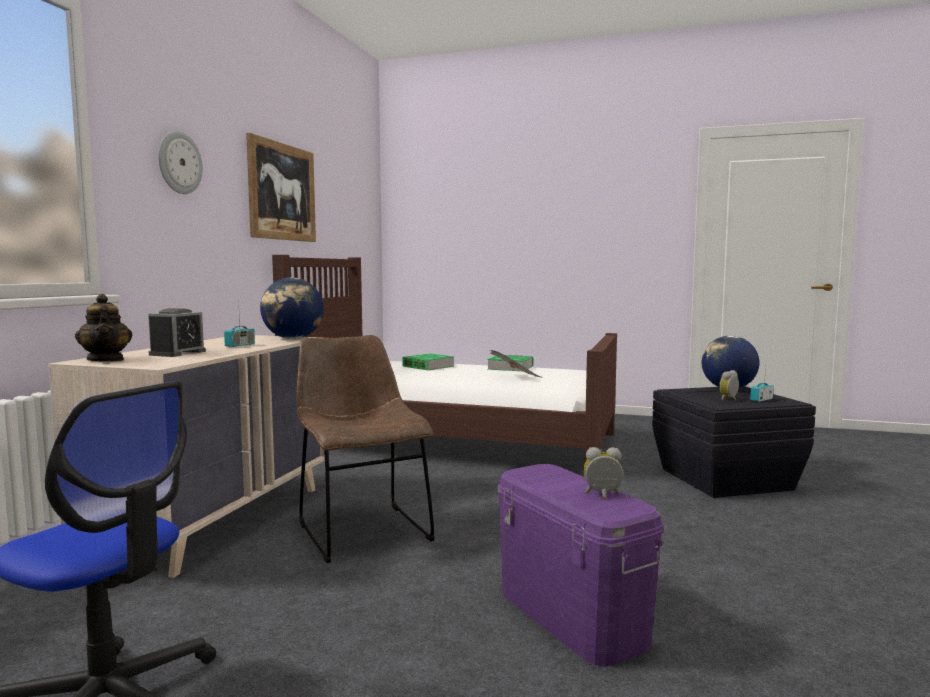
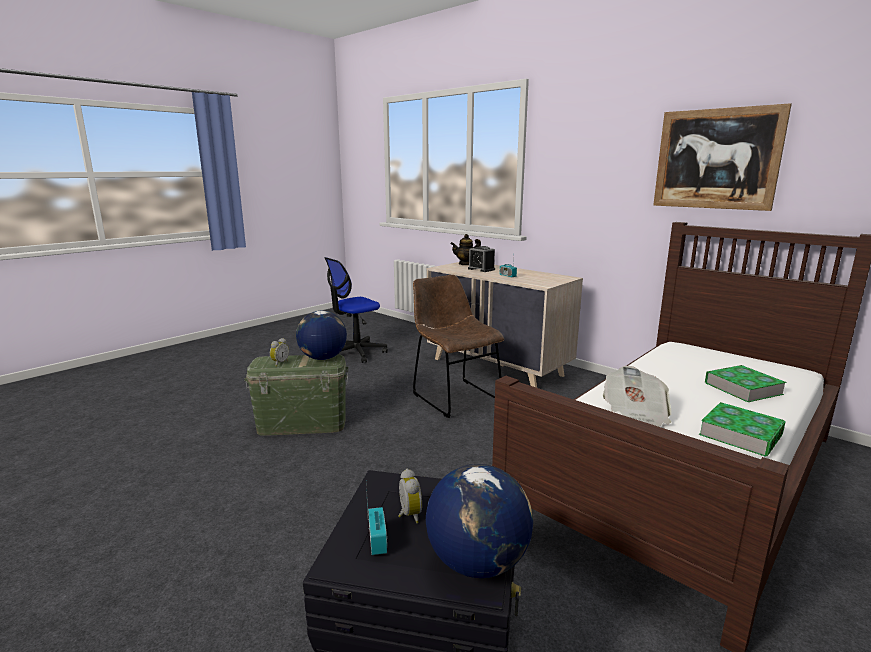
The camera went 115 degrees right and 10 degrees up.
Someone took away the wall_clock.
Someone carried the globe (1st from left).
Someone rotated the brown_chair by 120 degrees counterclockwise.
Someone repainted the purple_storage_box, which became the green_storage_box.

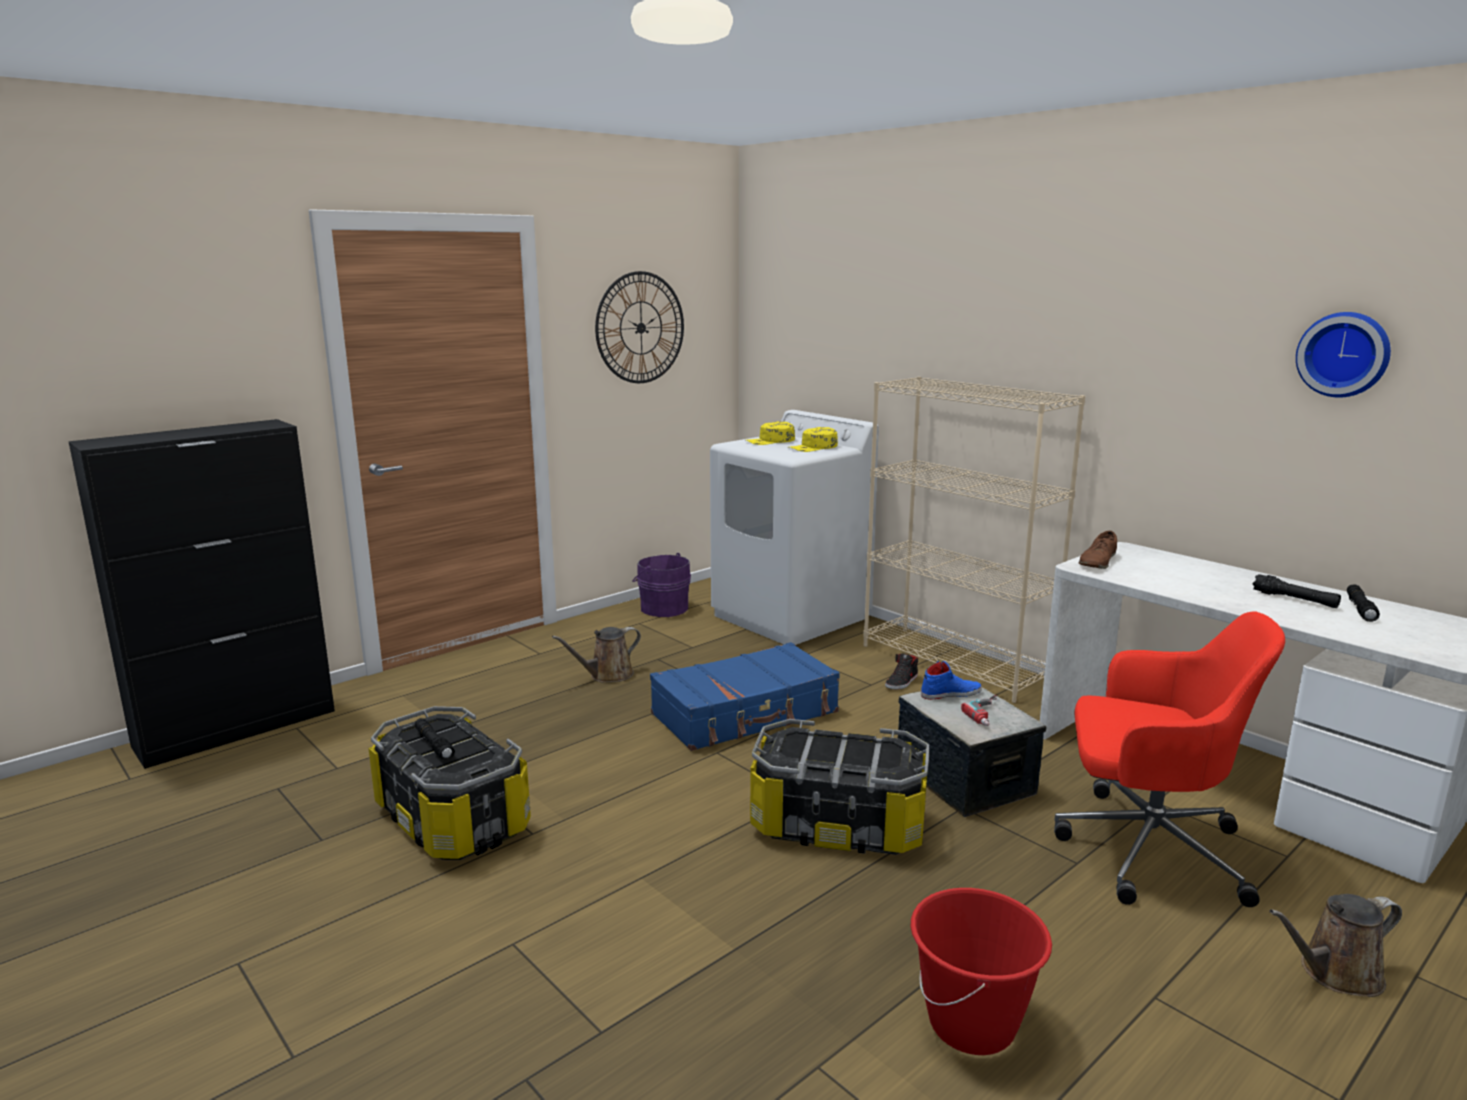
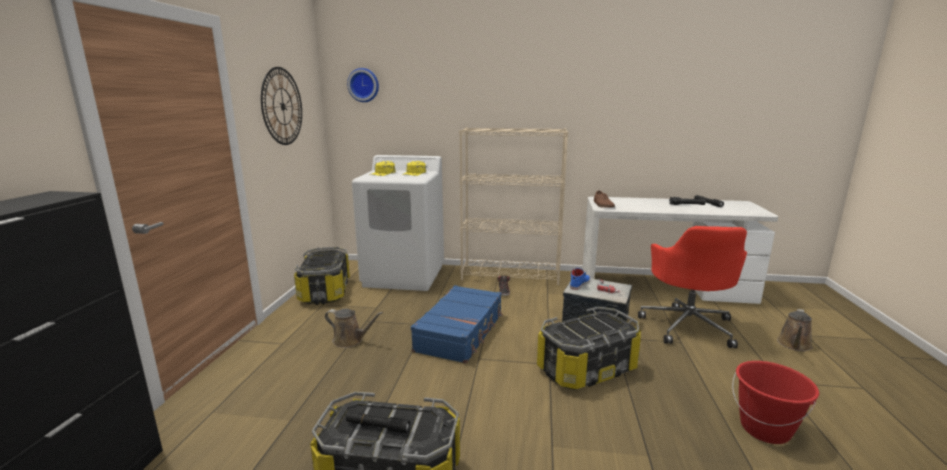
The camera went 40 degrees left and 0 degrees up.
Someone carried the wall_clock (2nd from left).
Someone swapped the purple_bucket for the storage_box (1st from left).
Someone rotated the red_office_chair by 120 degrees clockwise.
Someone rotated the brown_watering_can (1st from left) by 90 degrees counterclockwise.

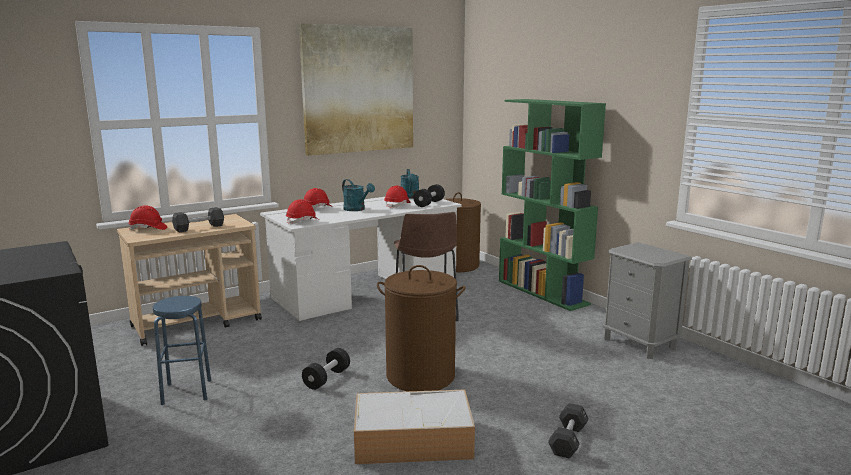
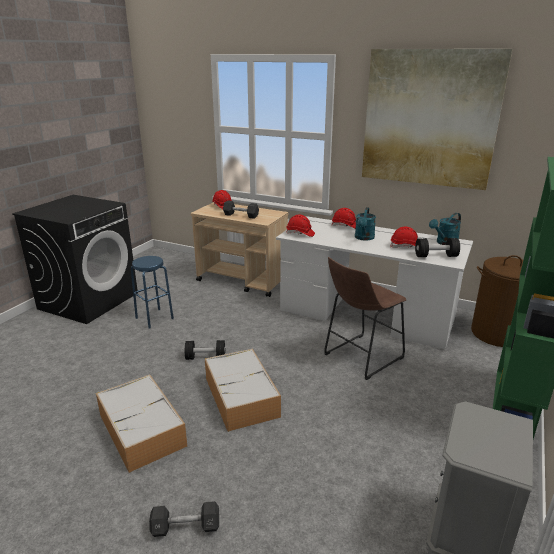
The camera went 60 degrees right and 10 degrees up.
Someone swapped the brown_laundry_basket (1st from left) for the storage_box (2nd from left).

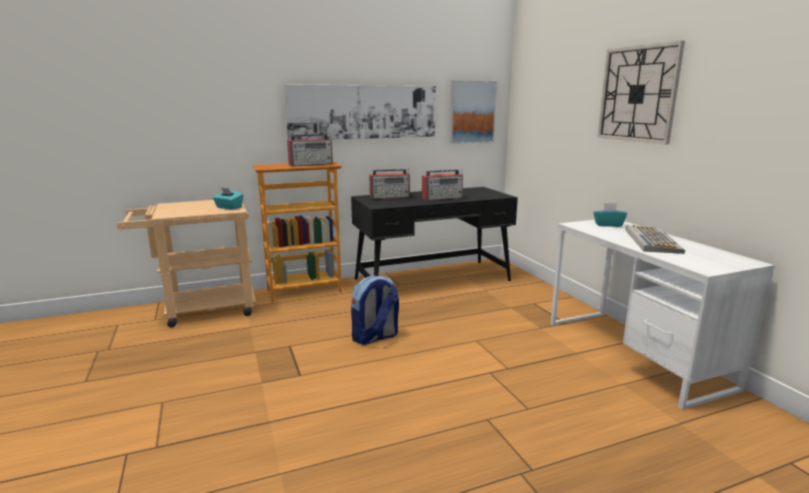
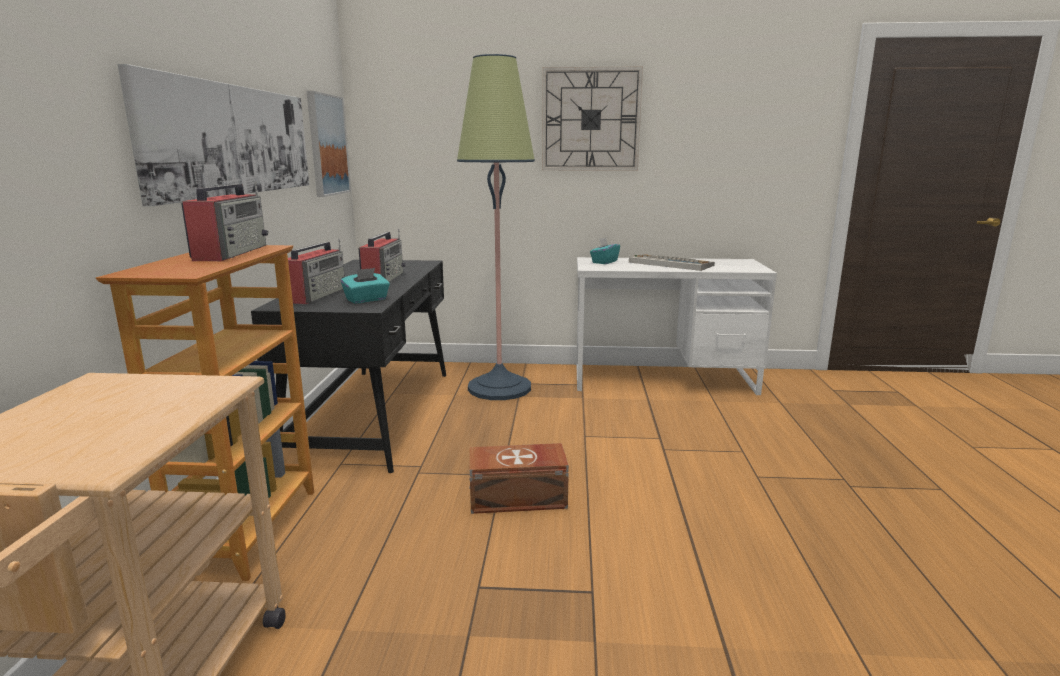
The camera went 65 degrees left and 0 degrees up.
Someone carried the turquoise_tissue_box (1st from left).
Someone swapped the backpack for the brown_storage_box.
Someone put down the floor_lamp.

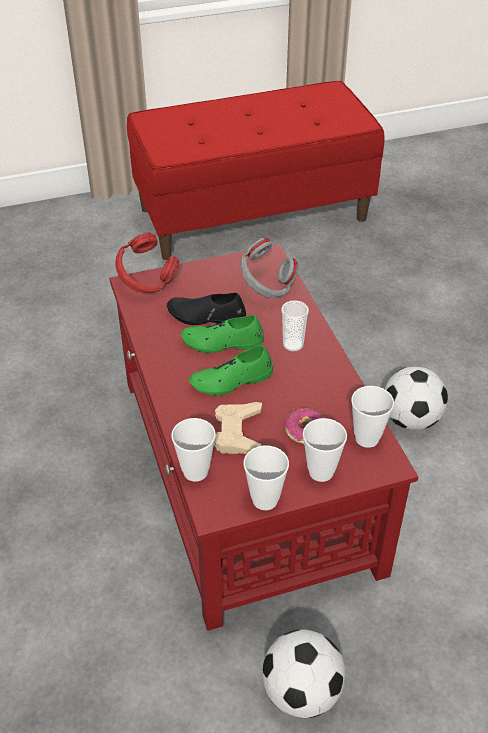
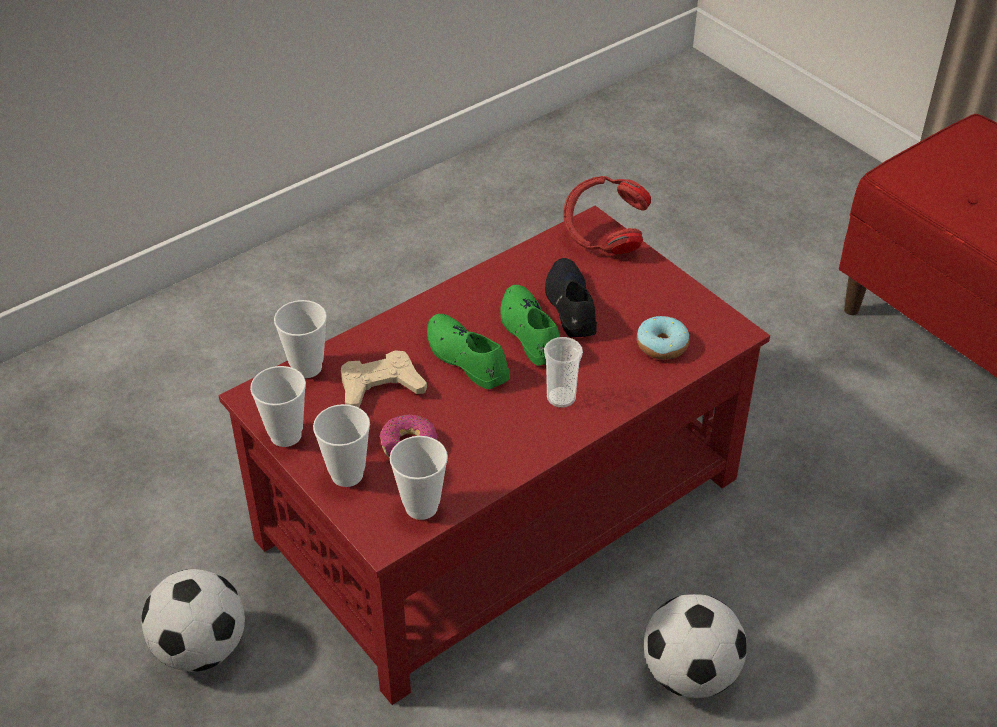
The camera went 70 degrees right and 0 degrees up.
Someone swapped the grey_headphones for the donut (2nd from left).

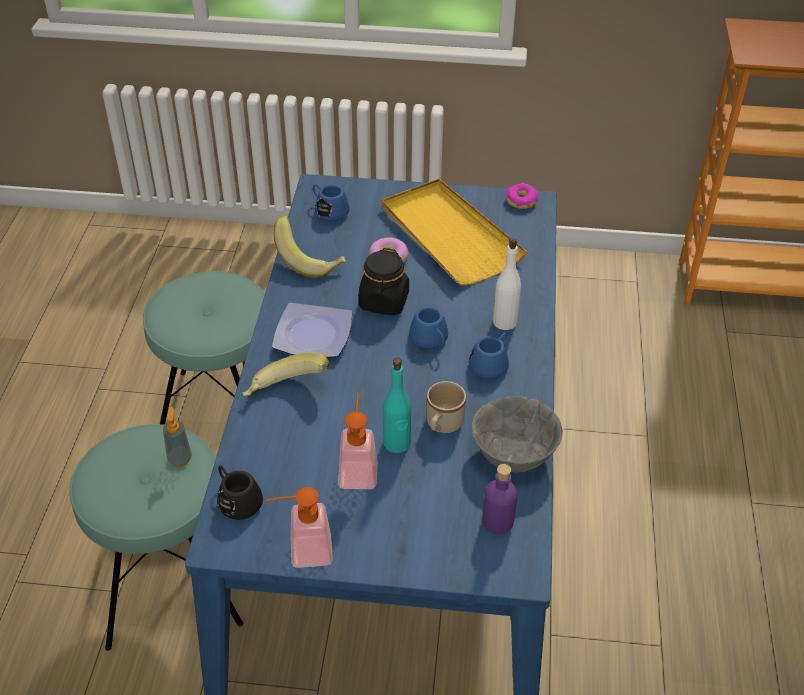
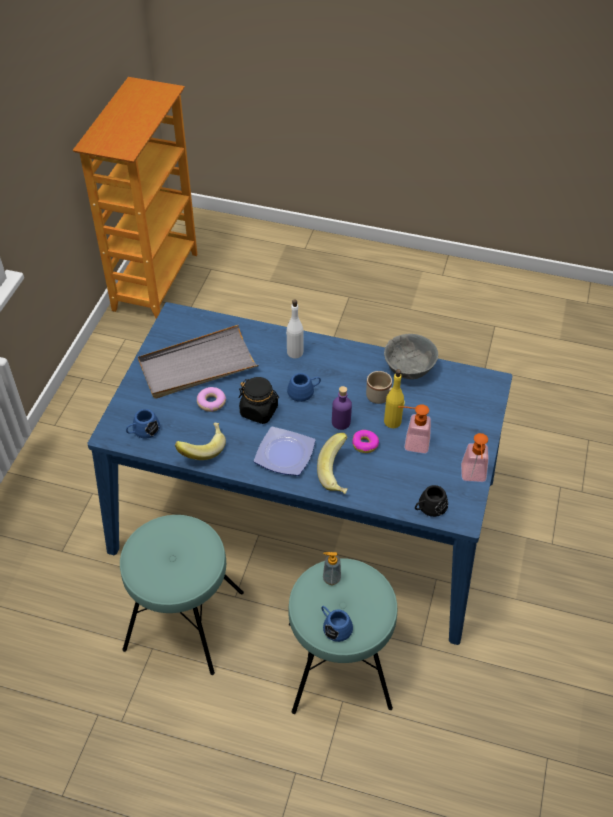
The camera went 80 degrees left and 5 degrees up.
Someone repainted the yellow_tray, which became the grey_tray.
Someone carried the donut (2nd from left).
Someone carried the blue_mug (3rd from left).
Someone repainted the turquoise_bottle, which became the yellow_bottle.
Someone carried the purple_bottle.

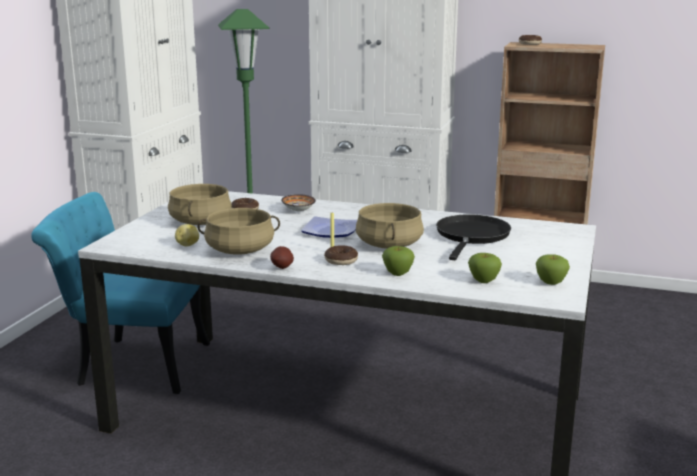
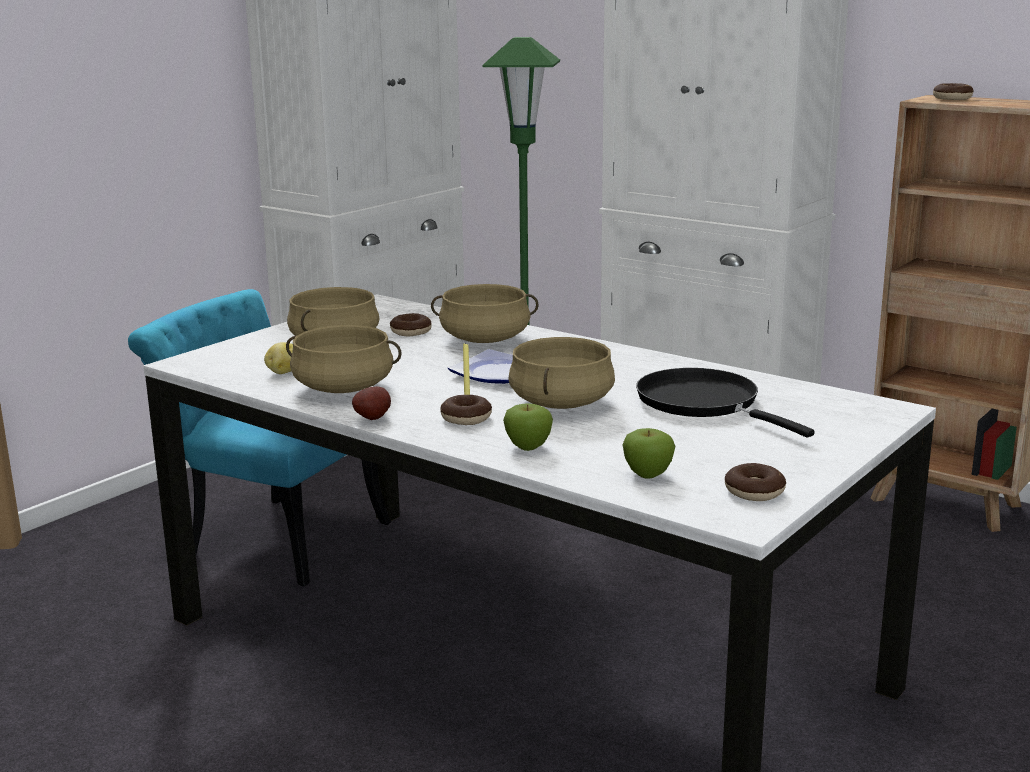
The camera went 20 degrees right and 0 degrees up.
Someone swapped the bowl for the beige_cooking_pot (3rd from left).
Someone rotated the black_frying_pan by 75 degrees counterclockwise.
Someone swapped the apple (3rd from left) for the donut (3rd from left).

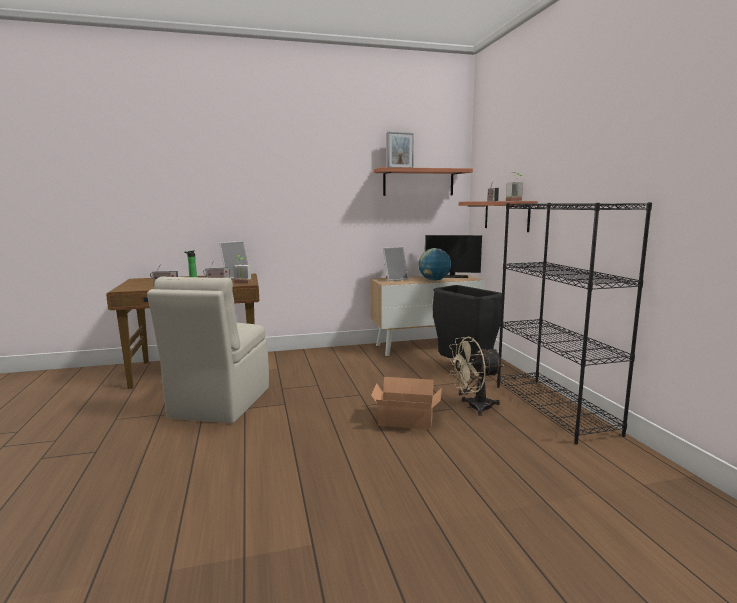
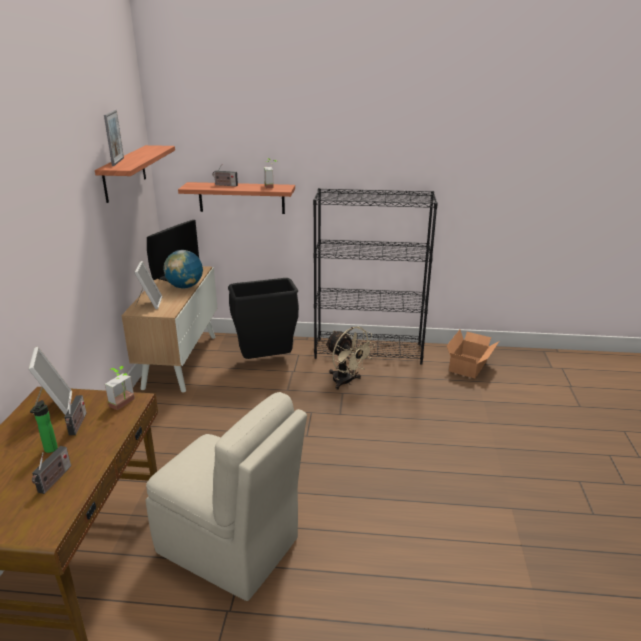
The camera went 70 degrees left and 15 degrees up.
Someone rotated the beige_fan by 45 degrees counterclockwise.
Someone carried the cardboard_box.

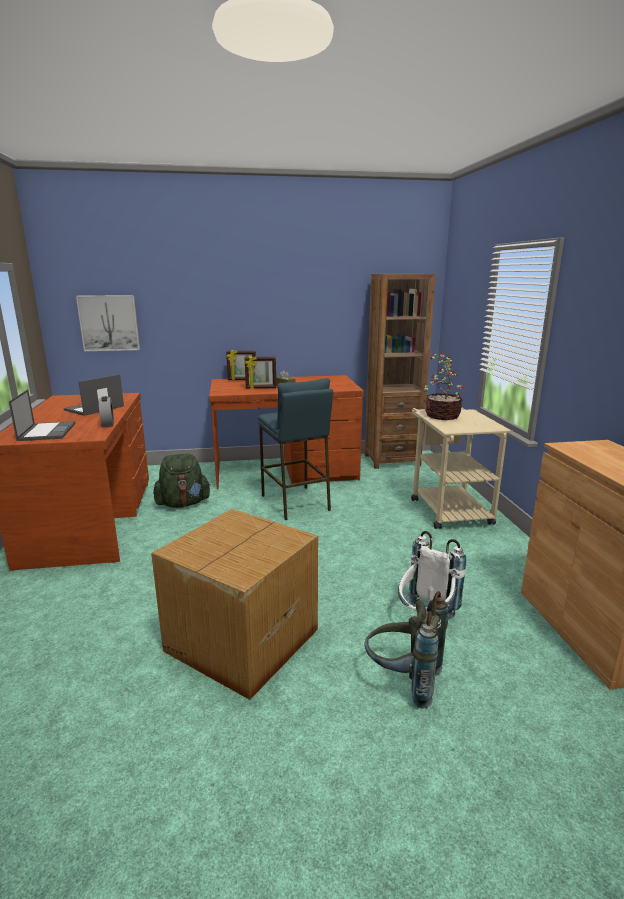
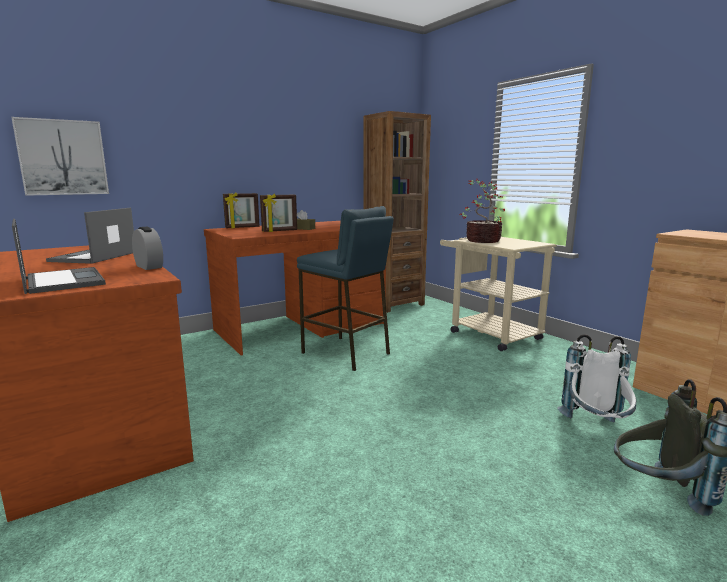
The camera went 25 degrees left and 5 degrees down.
Someone took away the green_backpack.
Someone took away the cardboard_box.

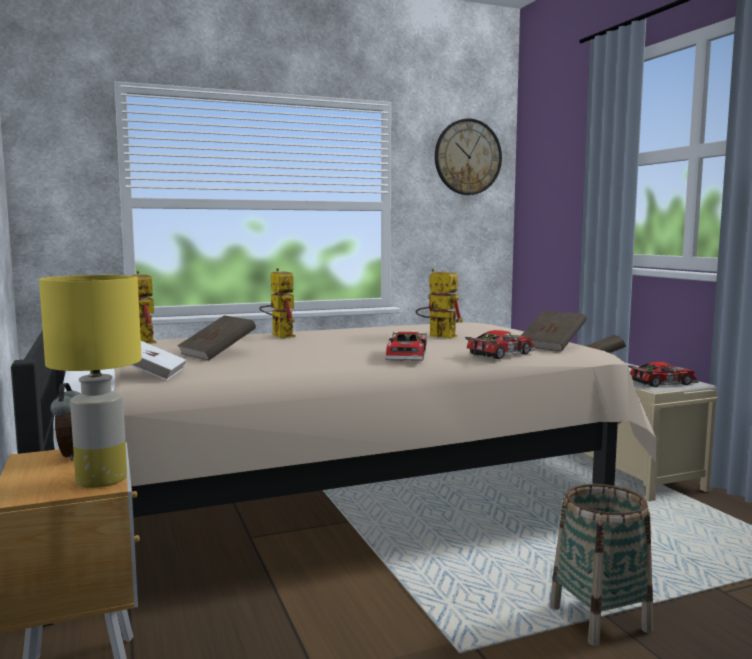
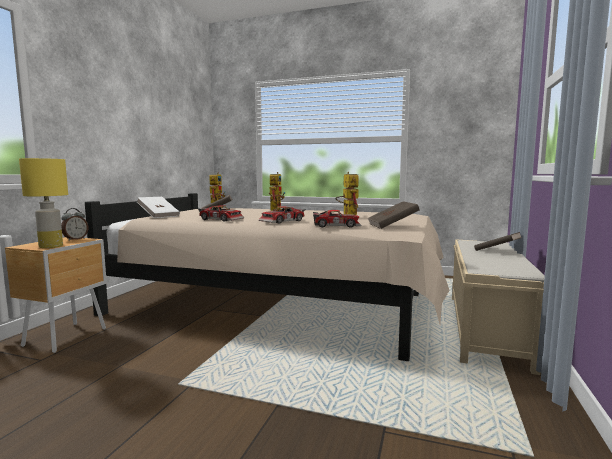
The camera went 40 degrees right and 0 degrees up.
Someone took away the wall_clock.
Someone carried the toy_car (3rd from left in the first image).
Someone took away the basket.

